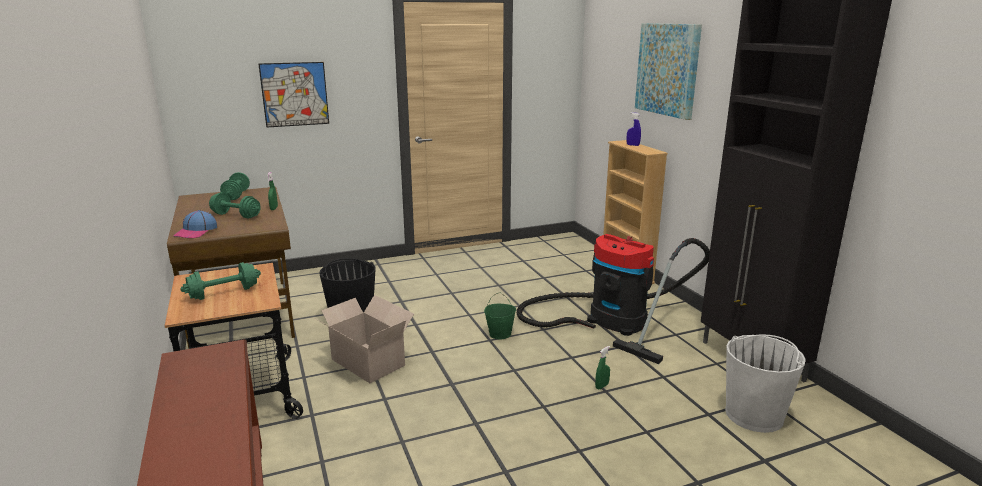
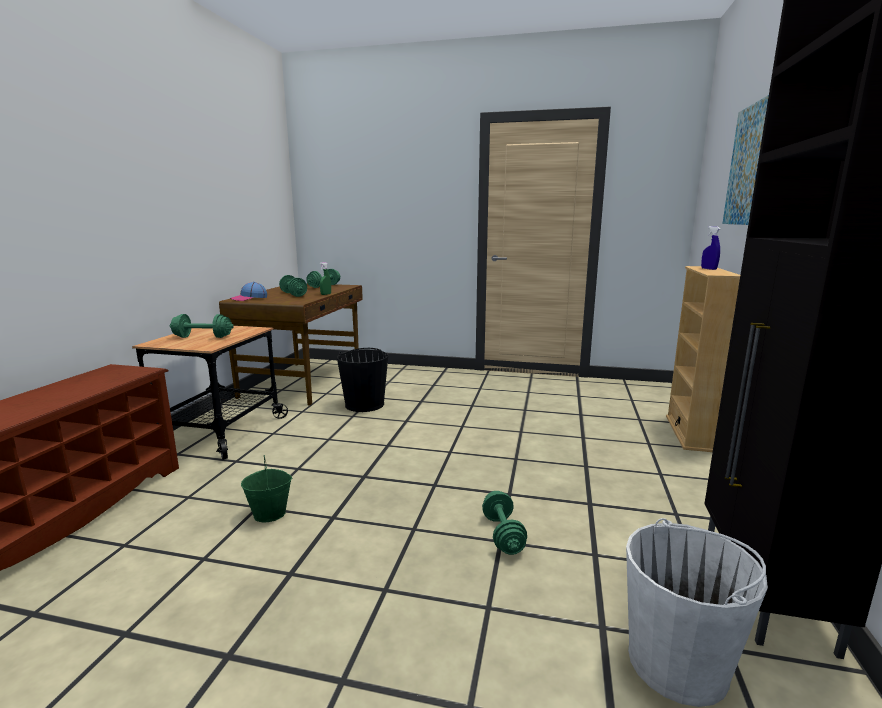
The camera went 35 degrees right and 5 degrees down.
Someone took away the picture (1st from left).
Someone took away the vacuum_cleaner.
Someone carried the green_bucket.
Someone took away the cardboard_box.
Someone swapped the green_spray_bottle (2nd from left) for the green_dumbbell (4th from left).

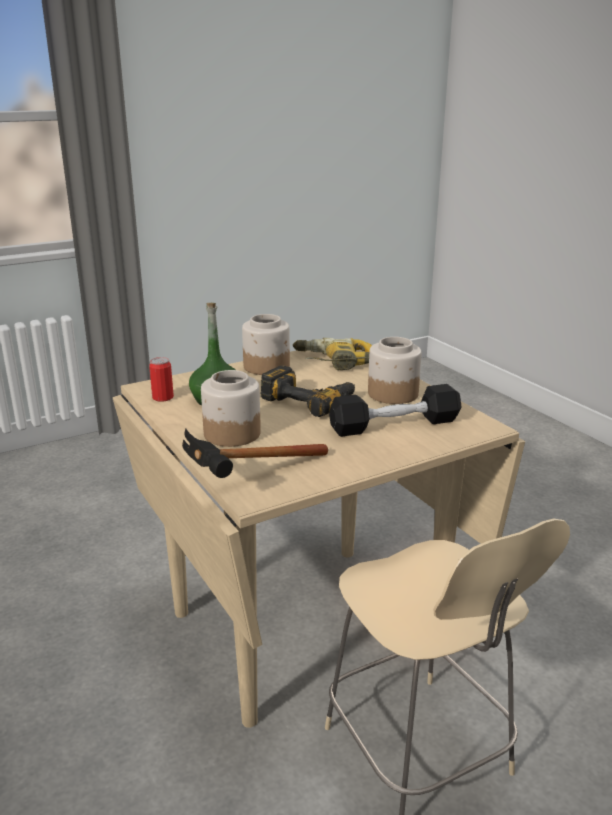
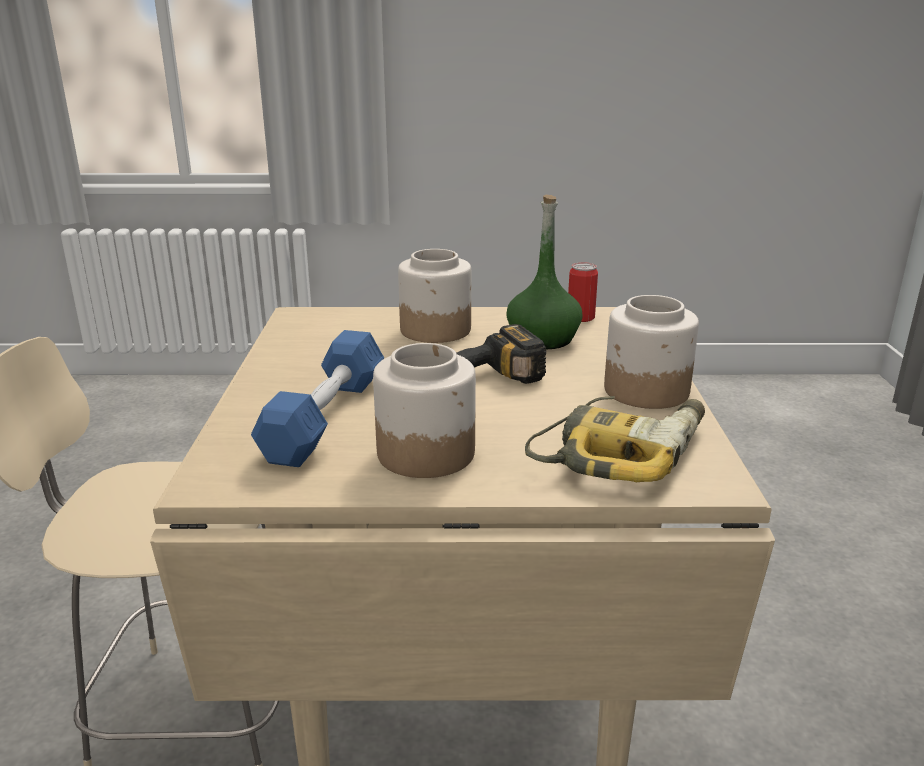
The camera went 120 degrees right and 0 degrees up.
Someone repainted the black_dumbbell, which became the blue_dumbbell.
Someone took away the hammer.

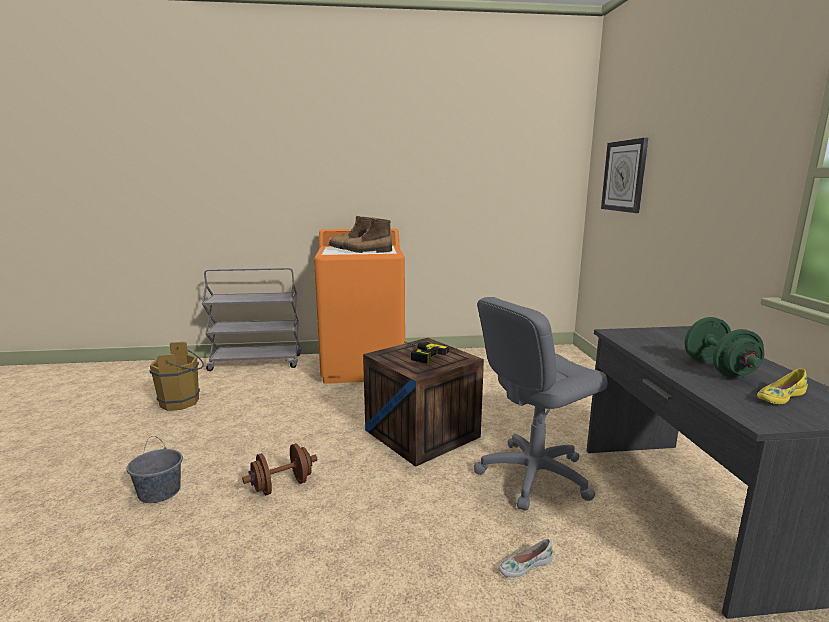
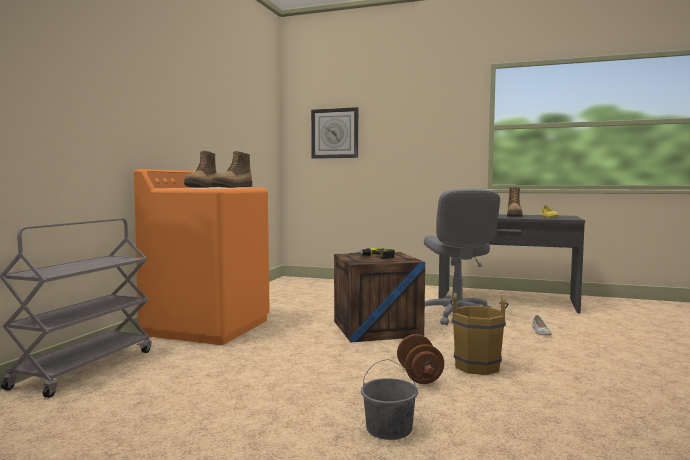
The camera went 65 degrees left and 10 degrees down.
Someone swapped the green_dumbbell for the boot (3rd from left).
Someone carried the brown_bucket.

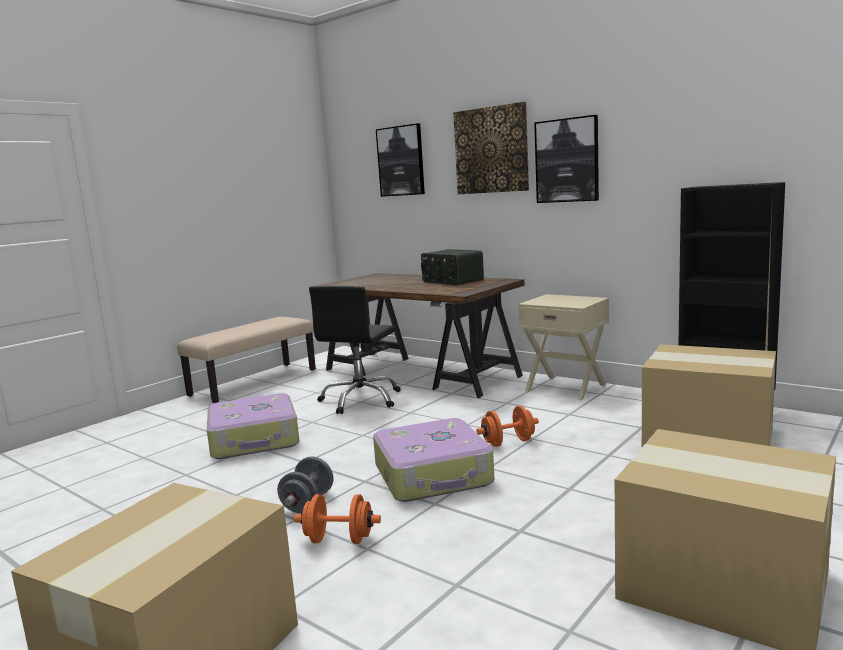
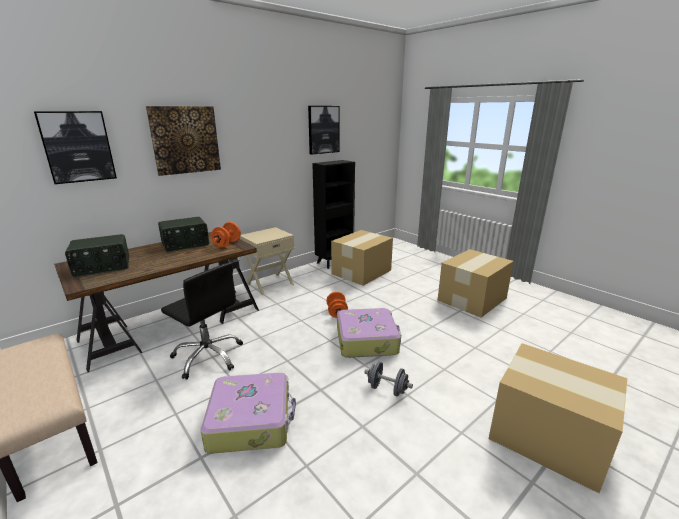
The camera went 80 degrees left and 10 degrees up.
Someone carried the picture (3rd from left).
Someone carried the orange_dumbbell (1st from left).
Someone put down the radio (1st from left).

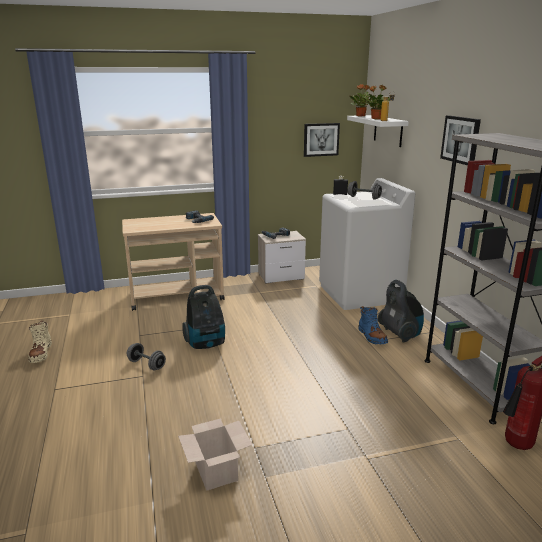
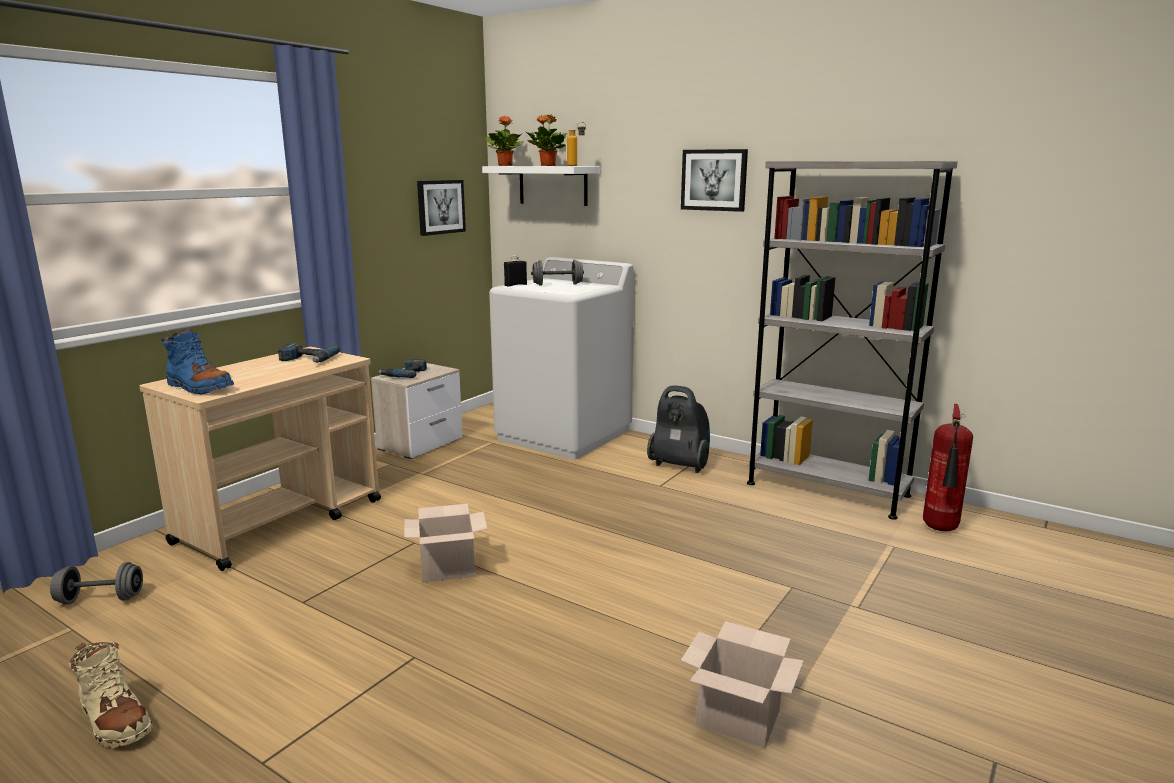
The camera went 40 degrees left and 5 degrees down.
Someone swapped the vacuum_cleaner (1st from left) for the cardboard_box (1st from left).
Someone carried the blue_boot.
Someone carried the grey_dumbbell (1st from left).

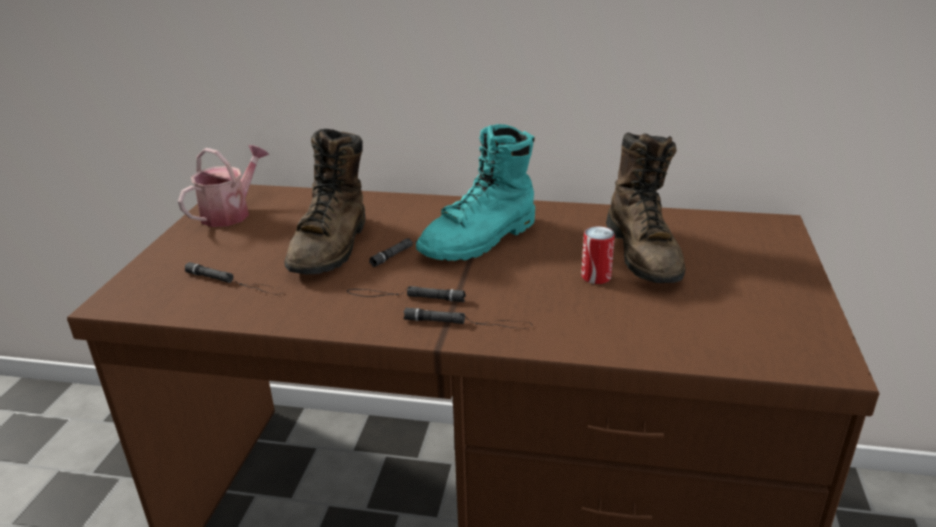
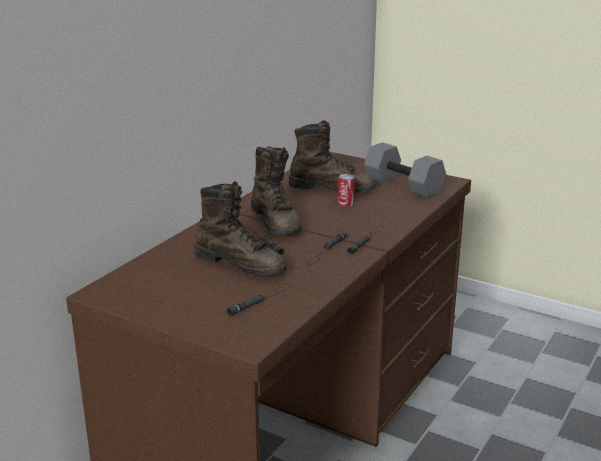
The camera went 70 degrees left and 5 degrees down.
Someone repainted the turquoise_boot, which became the brown_boot (2nd from left).
Someone took away the watering_can.
Someone put down the grey_dumbbell.

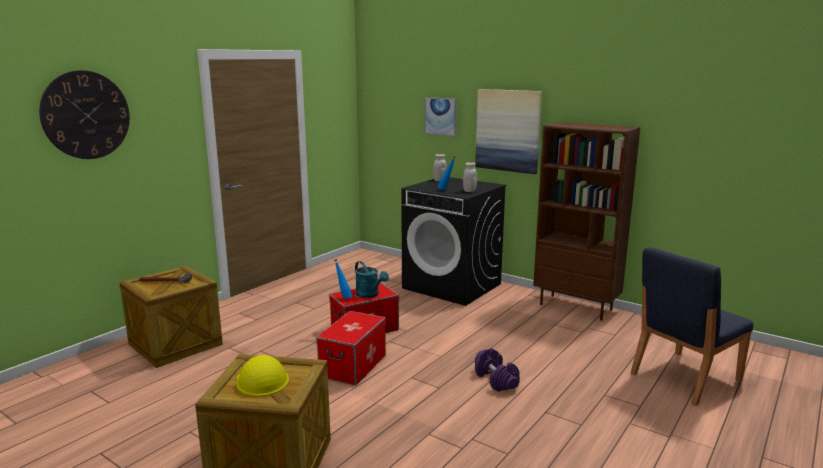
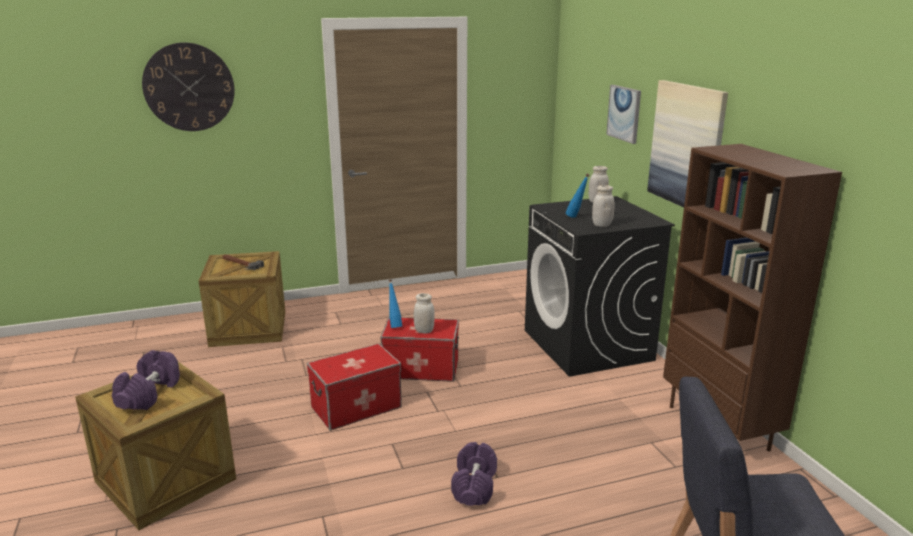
The camera went 35 degrees right and 5 degrees up.
Someone swapped the turquoise_watering_can for the white_jar (1st from left).
Someone swapped the yellow_hard_hat for the purple_dumbbell (1st from left).

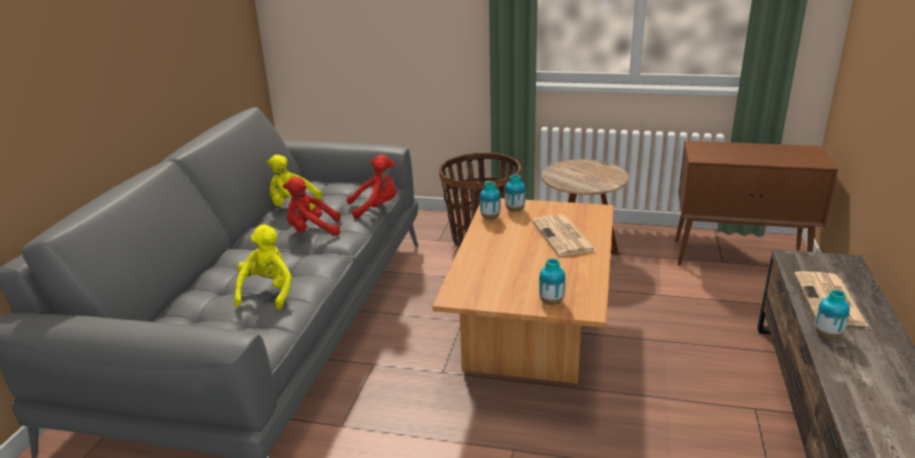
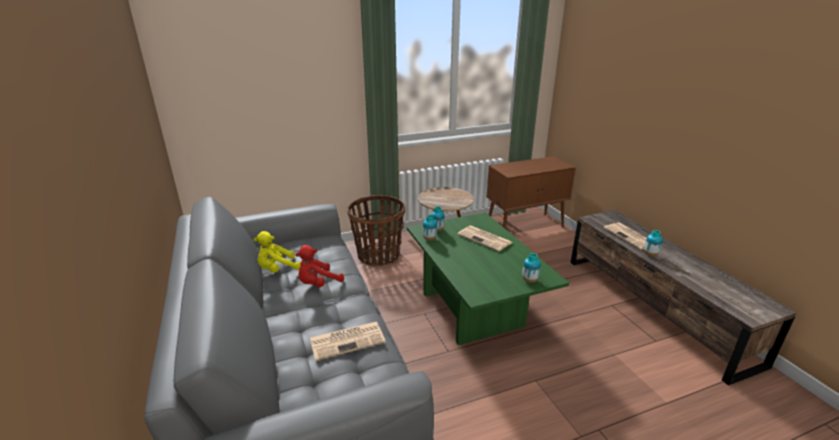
The camera went 35 degrees left and 0 degrees up.
Someone took away the red_plush_toy (2nd from left).
Someone repainted the brown_coffee_table, which became the green_coffee_table.
Someone swapped the yellow_plush_toy (1st from left) for the newspaper (1st from left).

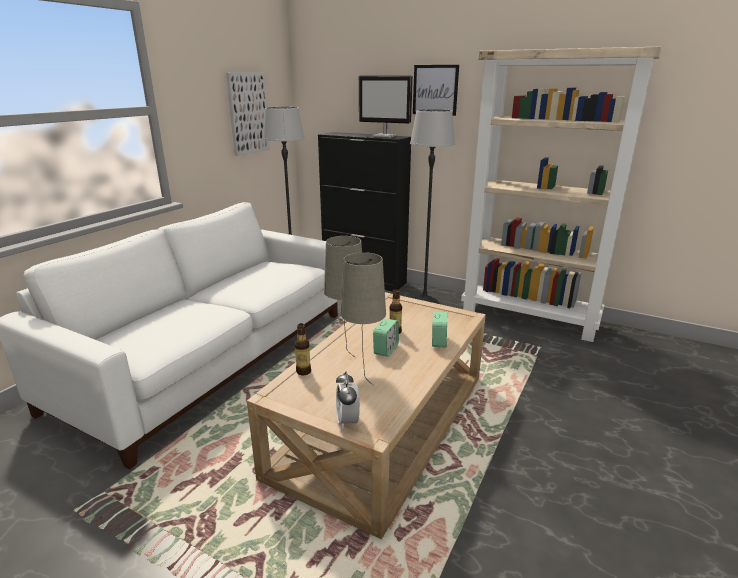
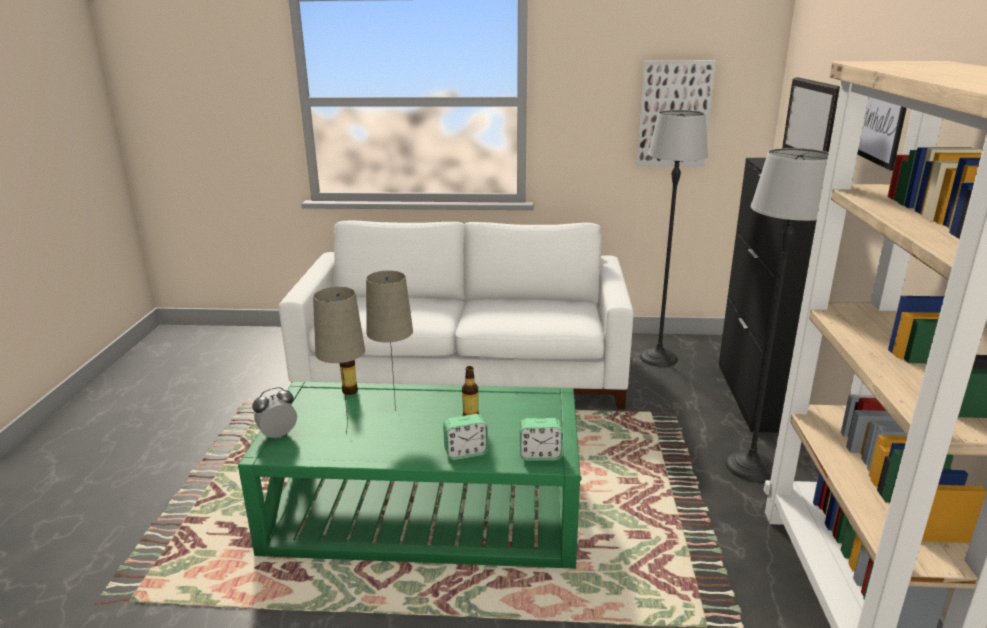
The camera went 65 degrees right and 0 degrees up.
Someone repainted the beige_coffee_table, which became the green_coffee_table.
Someone carried the alarm_clock (2nd from left in the first image).

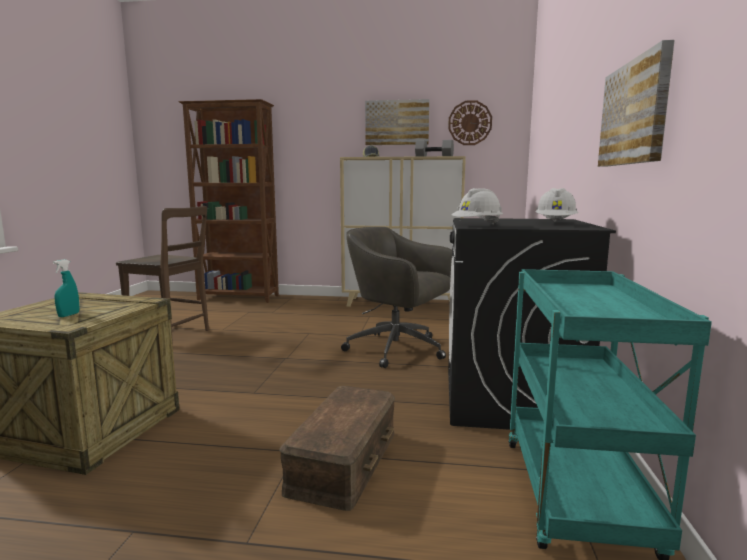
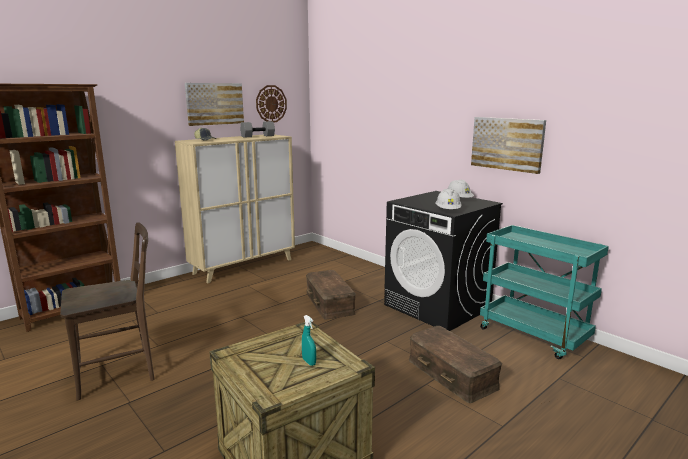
The camera went 50 degrees left and 5 degrees up.
Someone swapped the grey_office_chair for the brown_storage_box (1st from left).

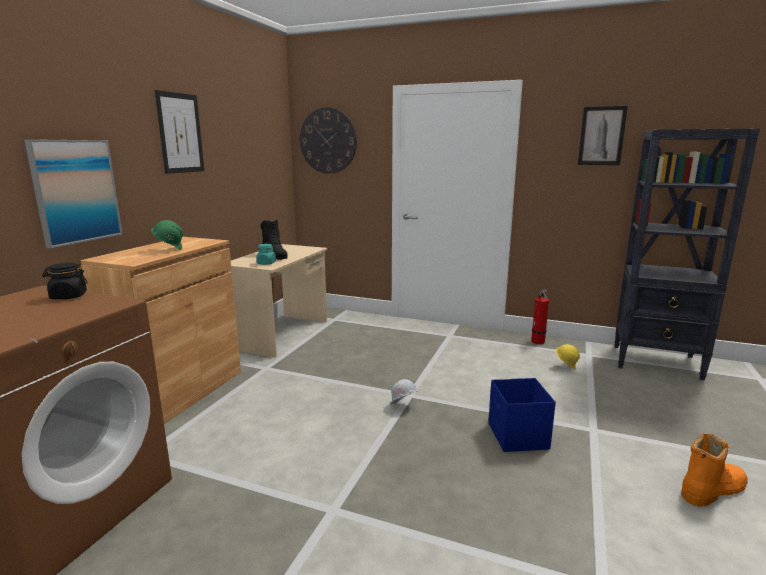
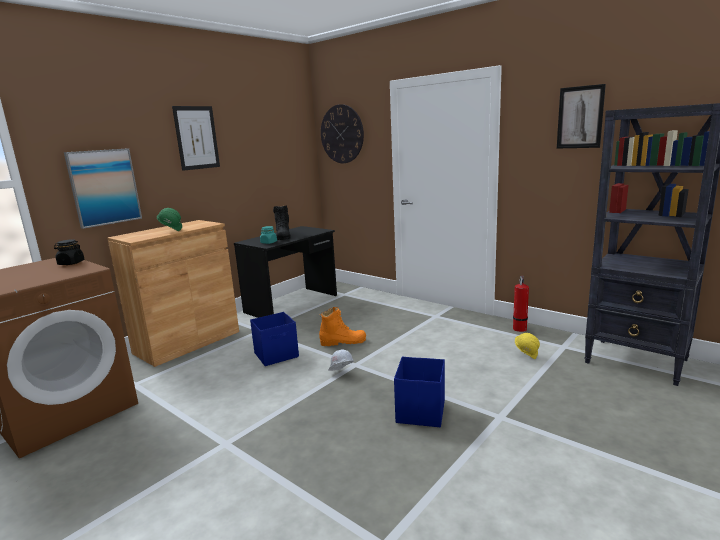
The camera went 20 degrees right and 0 degrees up.
Someone repainted the beige_desk, which became the black_desk.
Someone carried the orange_boot.
Someone put down the blue_storage_box (1st from left).

